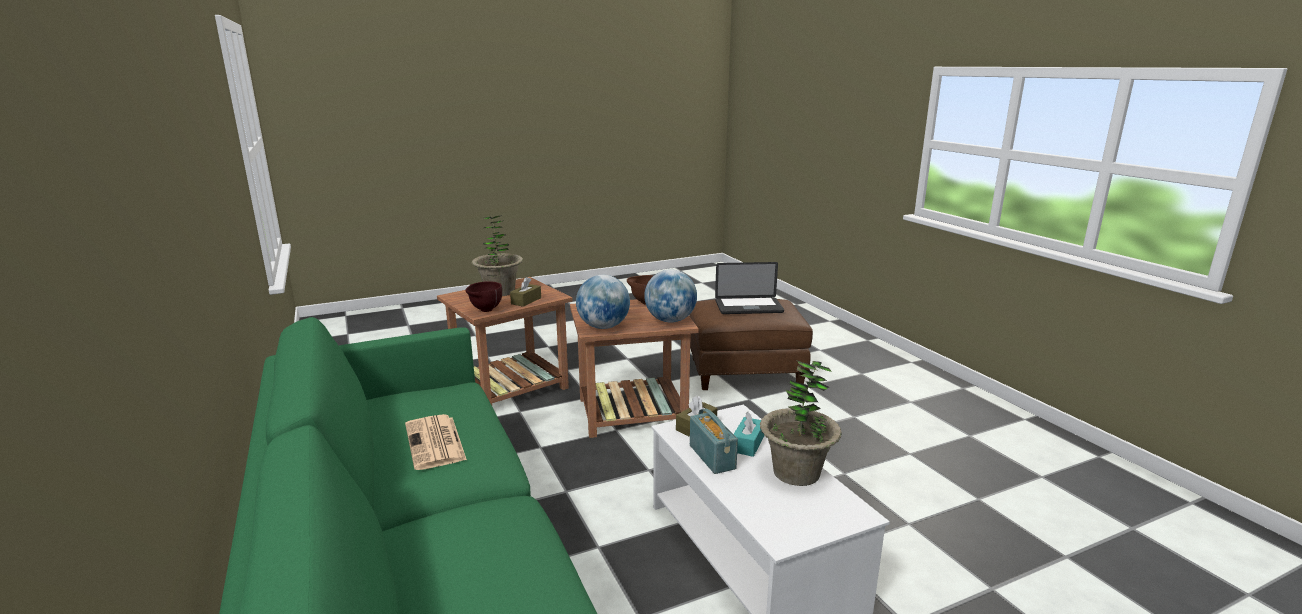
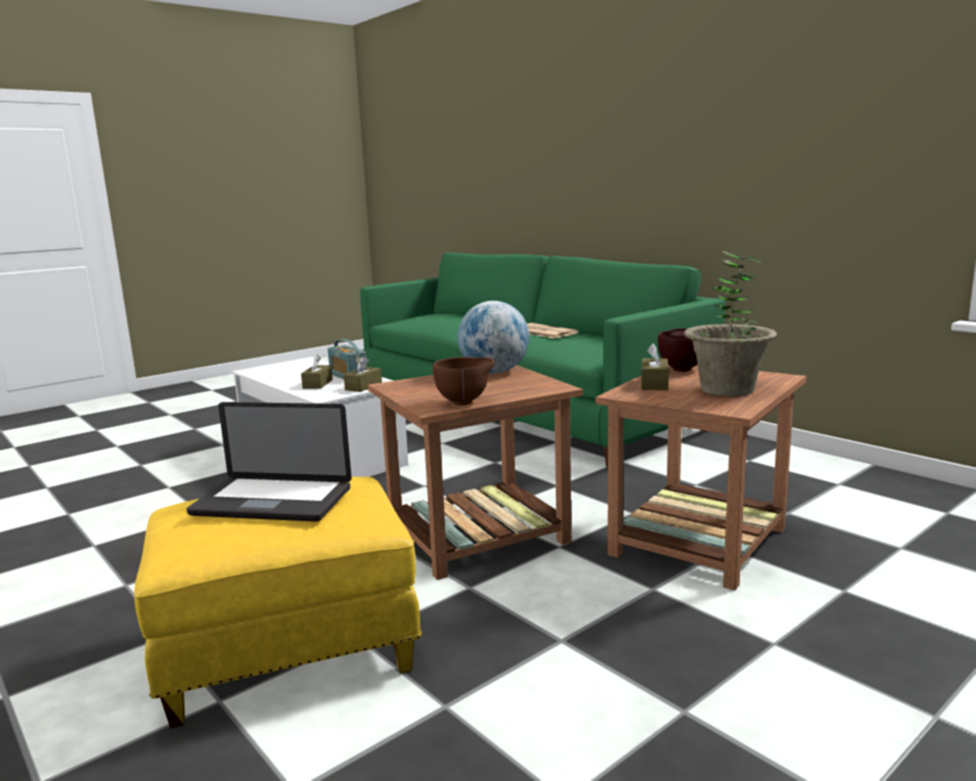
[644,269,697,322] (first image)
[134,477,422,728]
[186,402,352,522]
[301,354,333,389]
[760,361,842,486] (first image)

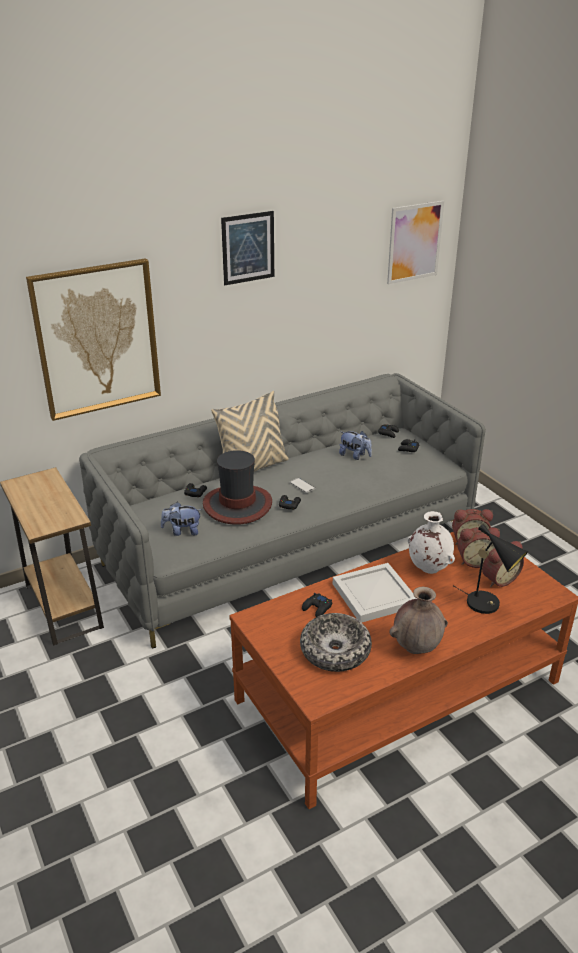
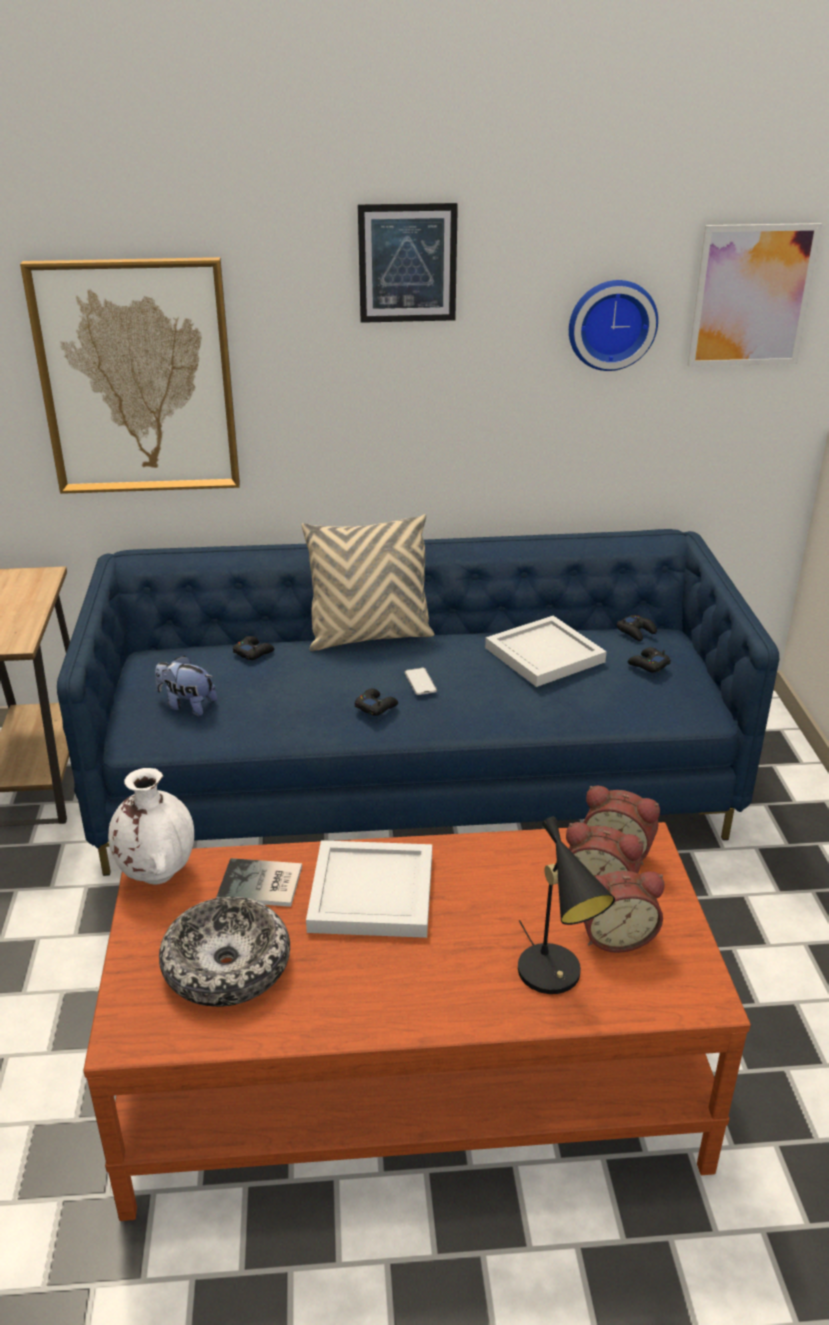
[57,529,779,876]
[203,450,272,525] (first image)
[216,858,302,907]
[485,616,607,687]
[389,587,448,654] (first image)
[108,768,194,885]
[569,280,658,371]

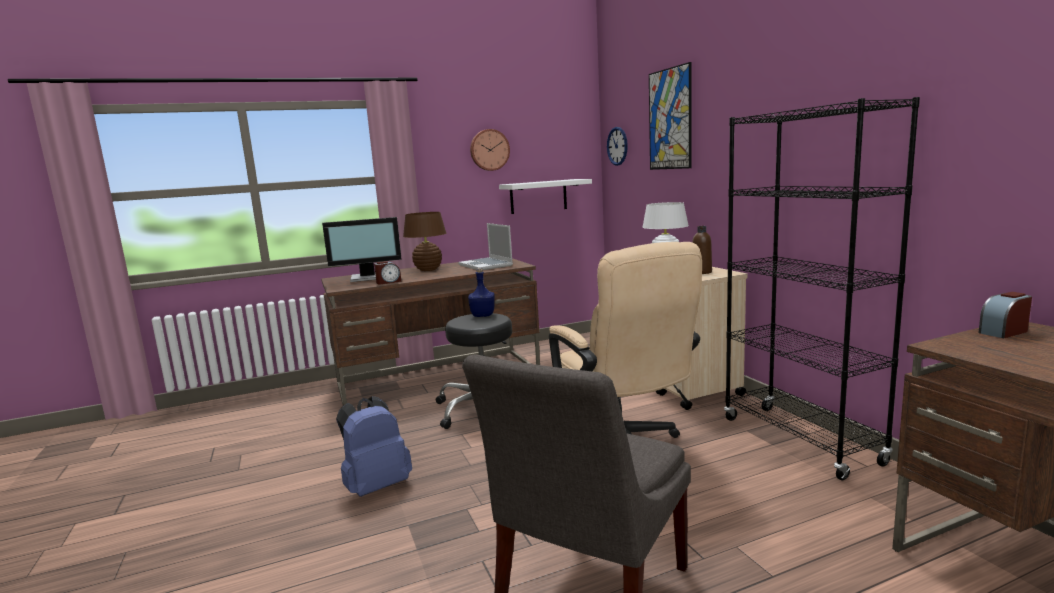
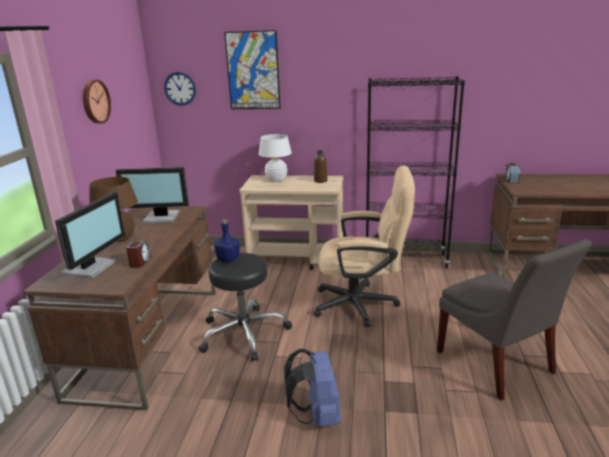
[116,167,189,223]
[499,179,592,214] (first image)

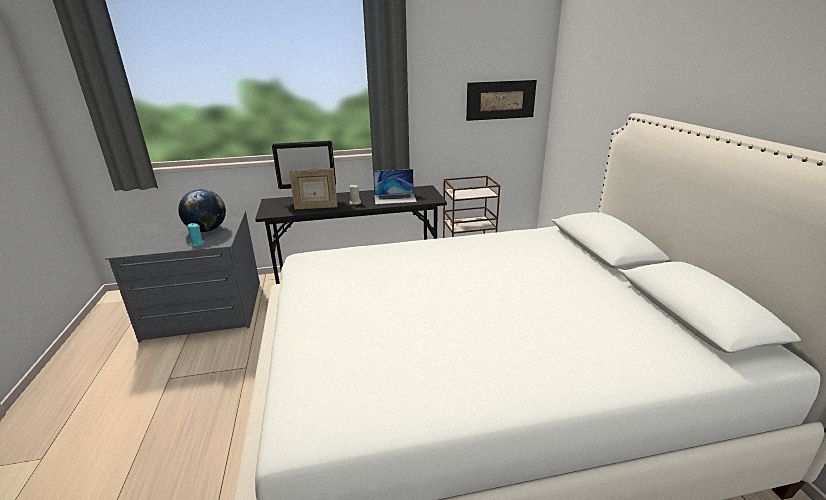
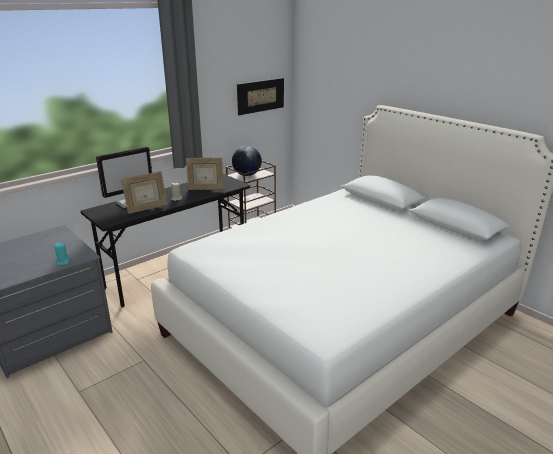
[232,146,262,176]
[186,158,224,190]

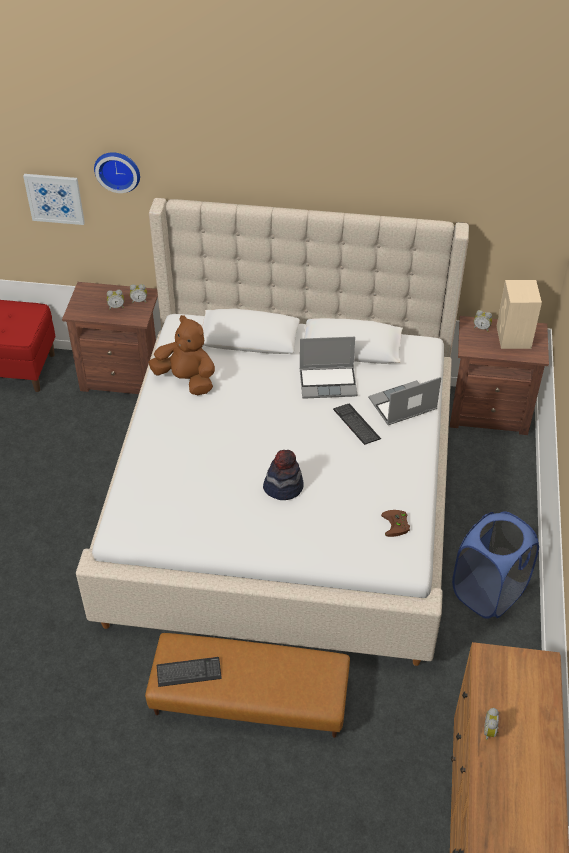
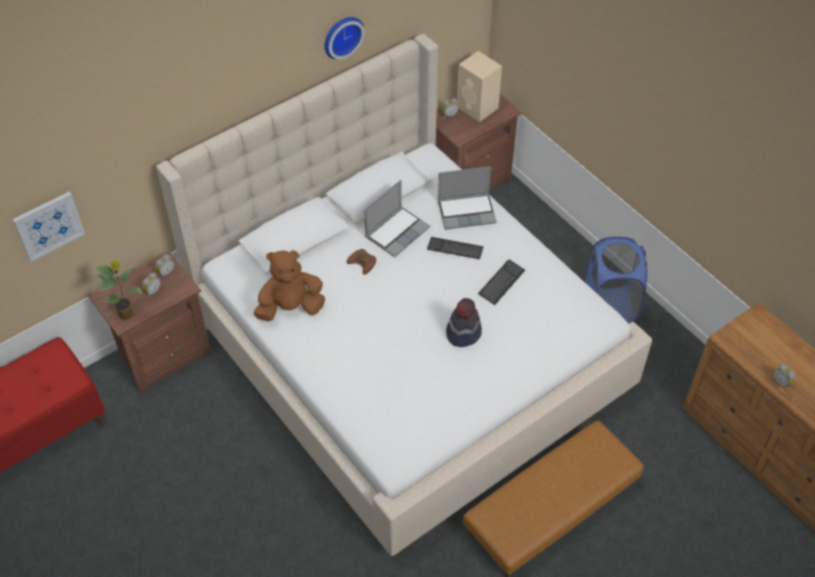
[324,17,365,60]
[479,259,525,305]
[438,166,497,230]
[347,249,377,275]
[95,260,143,320]

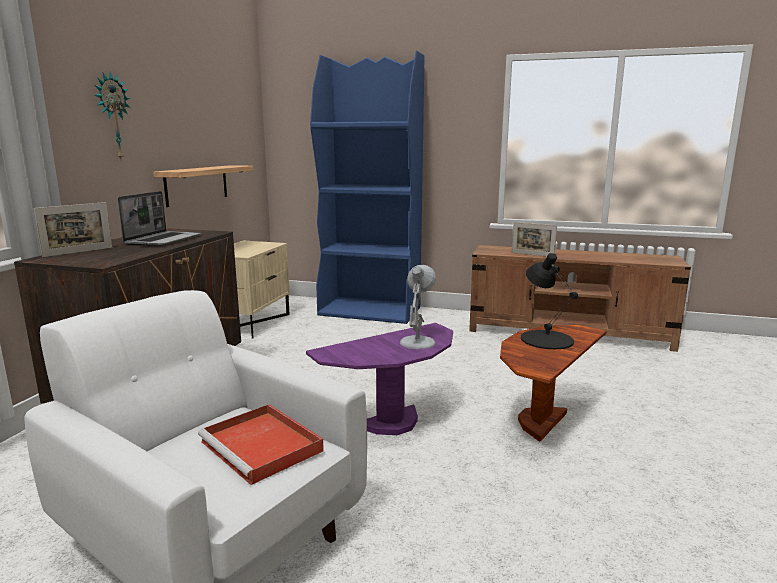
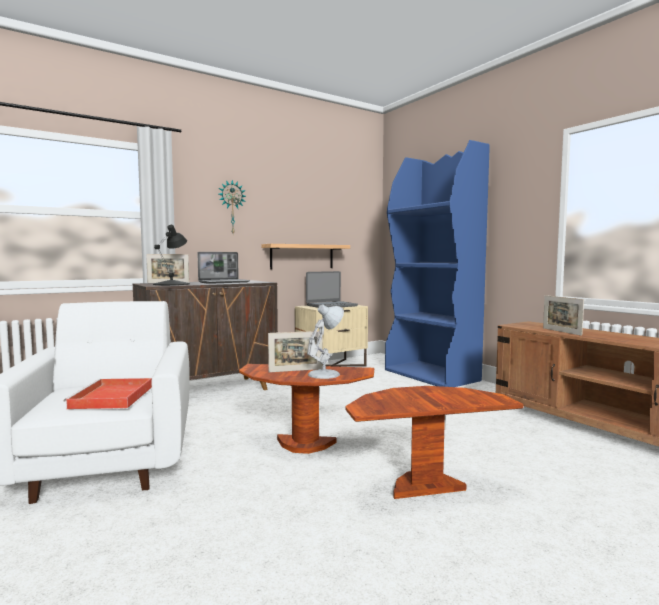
[239,364,374,454]
[153,225,190,285]
[268,331,323,372]
[306,271,358,308]

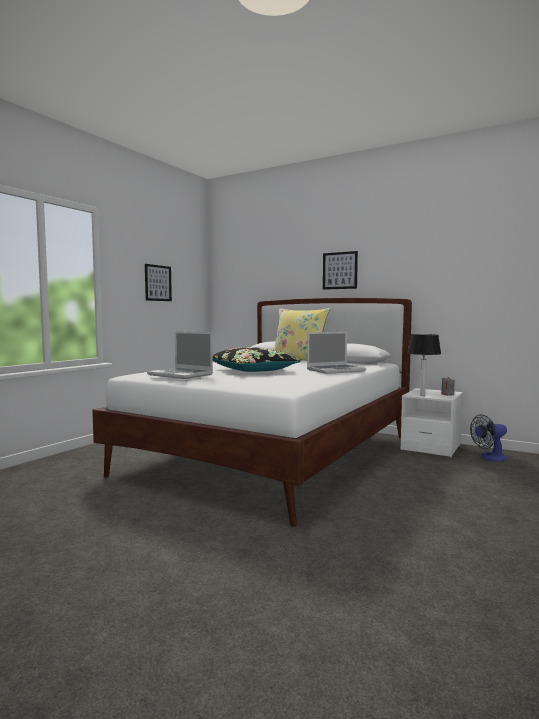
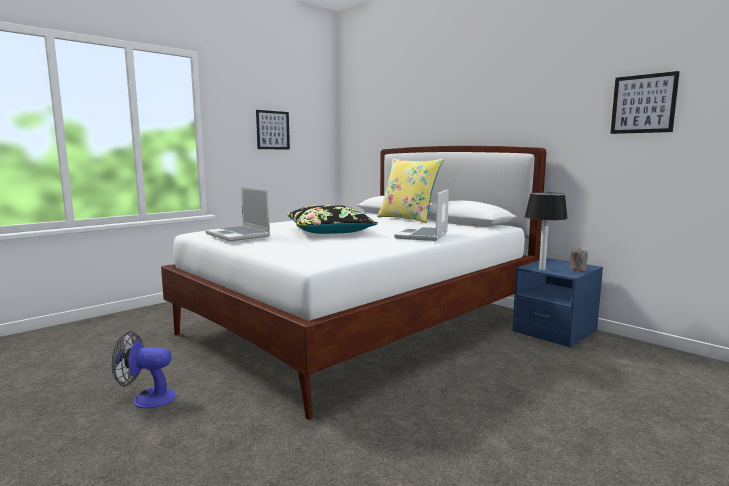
[394,189,449,241]
[610,71,680,134]
[512,258,603,348]
[112,331,176,408]

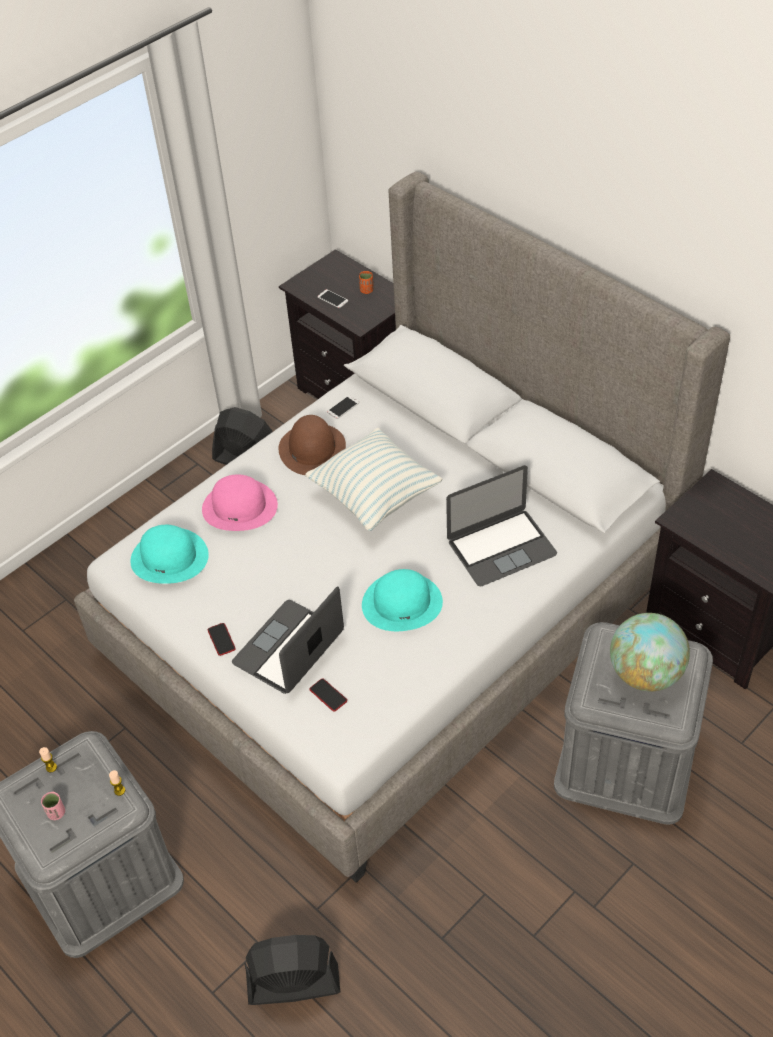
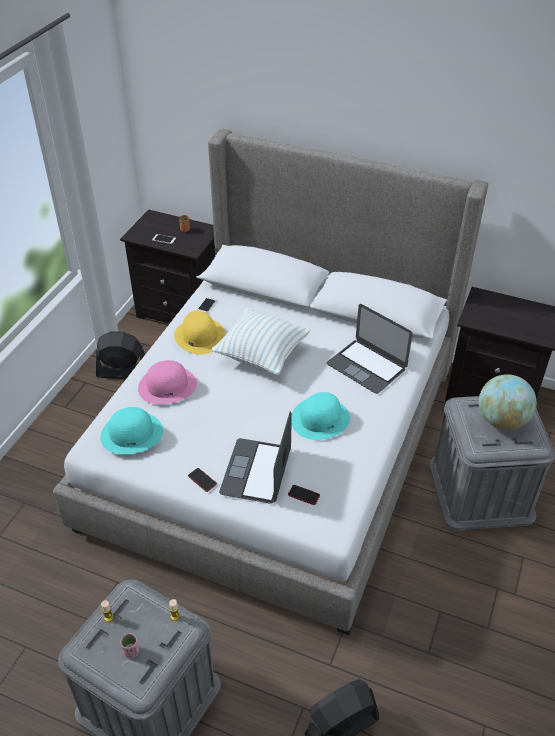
[174,311,225,354]
[327,304,412,394]

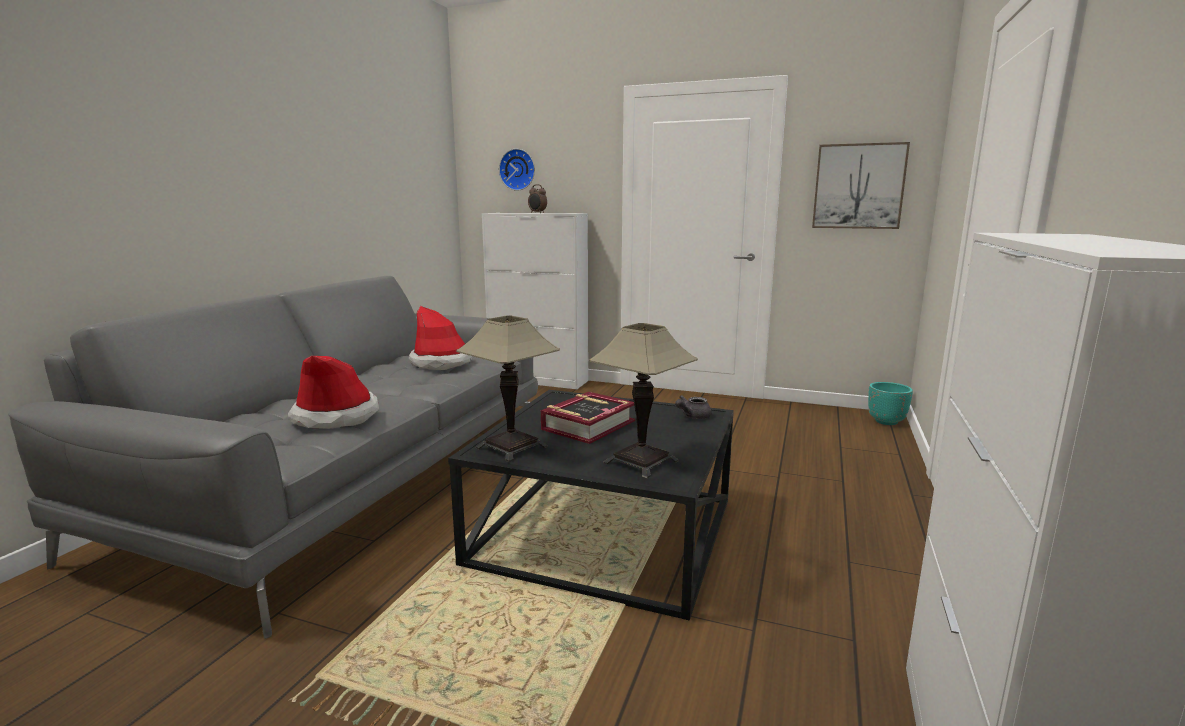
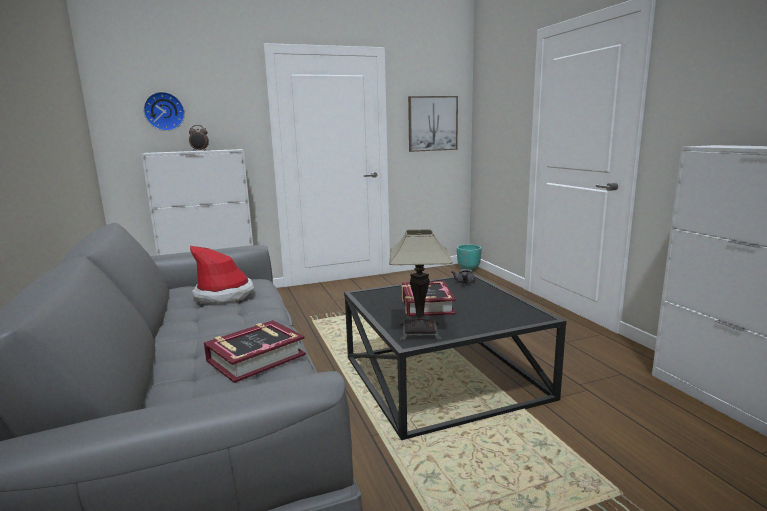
[204,320,306,383]
[589,323,698,478] (first image)

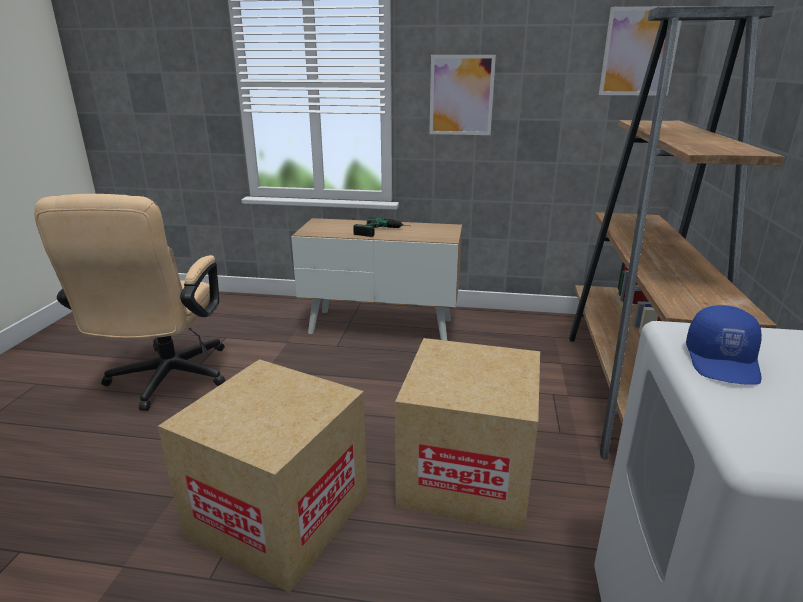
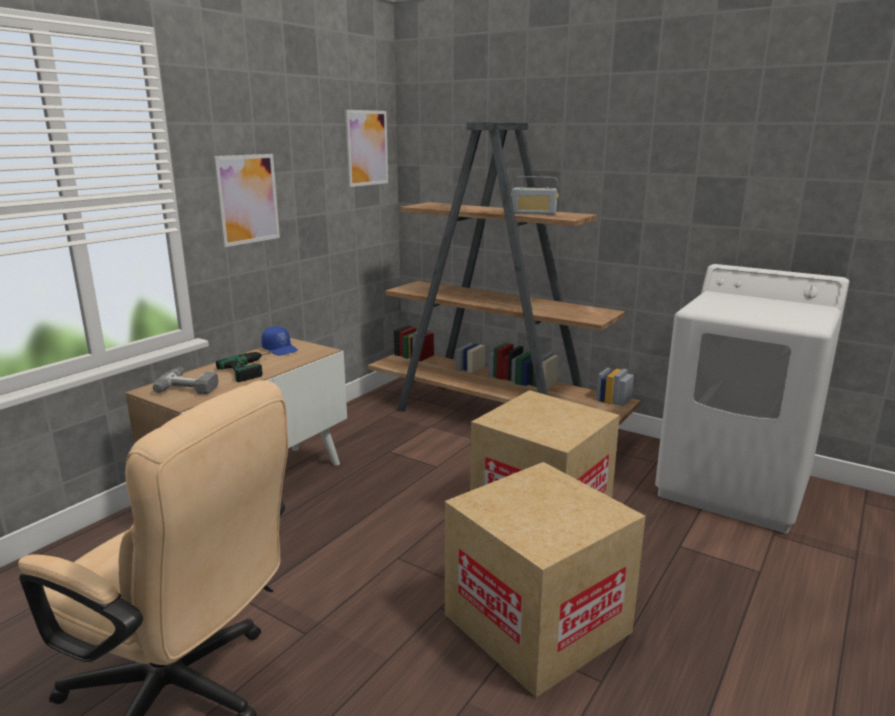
[261,326,298,356]
[153,367,219,394]
[511,176,559,215]

